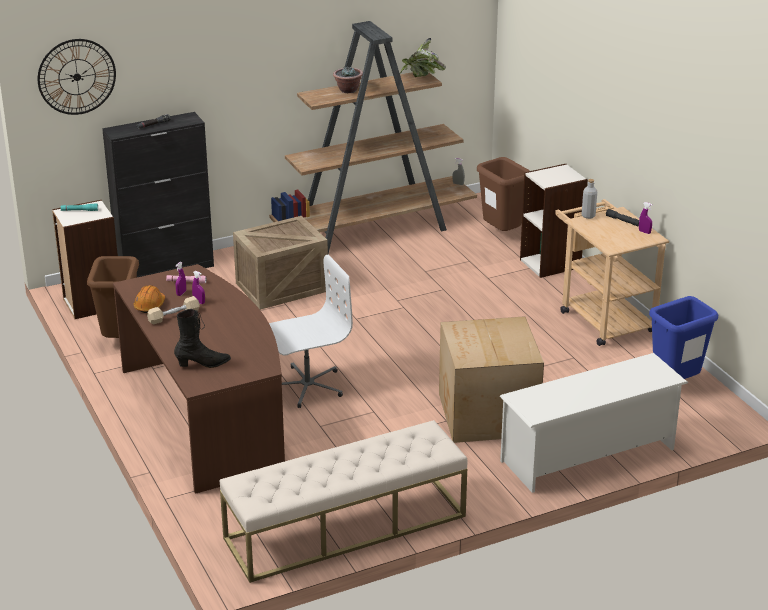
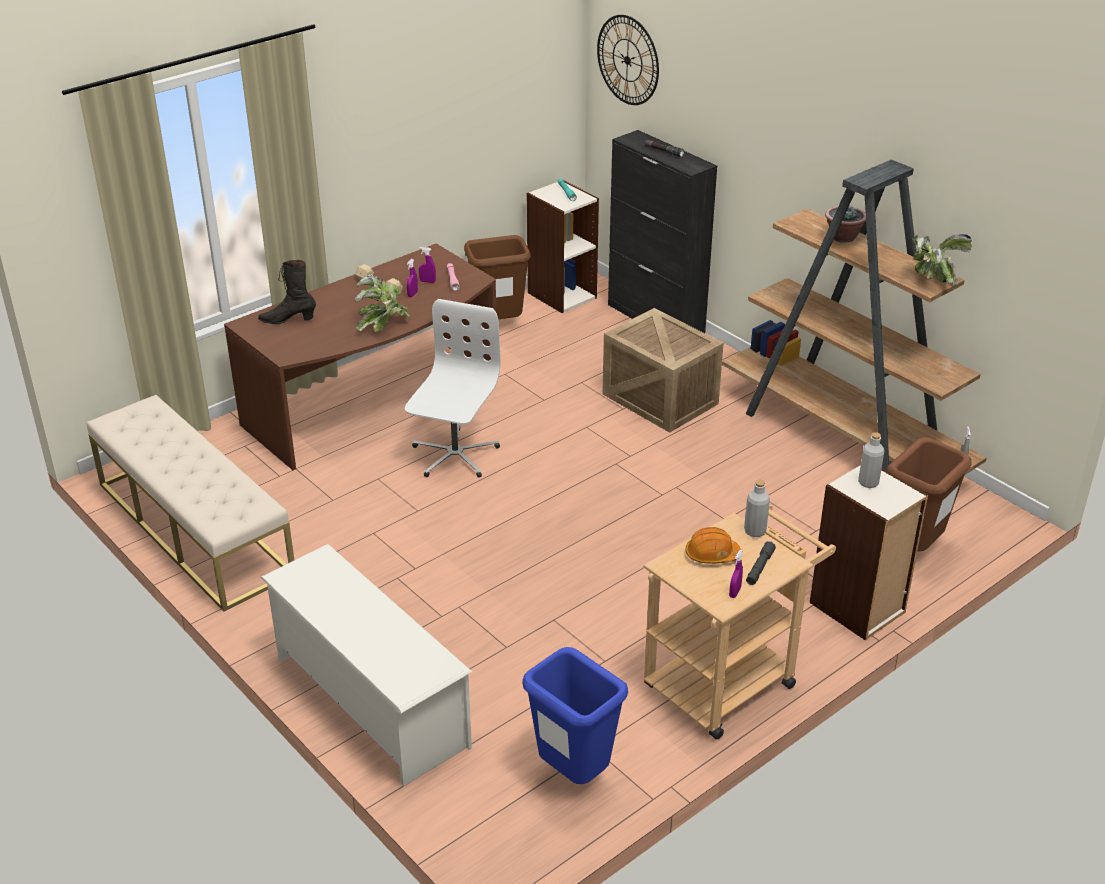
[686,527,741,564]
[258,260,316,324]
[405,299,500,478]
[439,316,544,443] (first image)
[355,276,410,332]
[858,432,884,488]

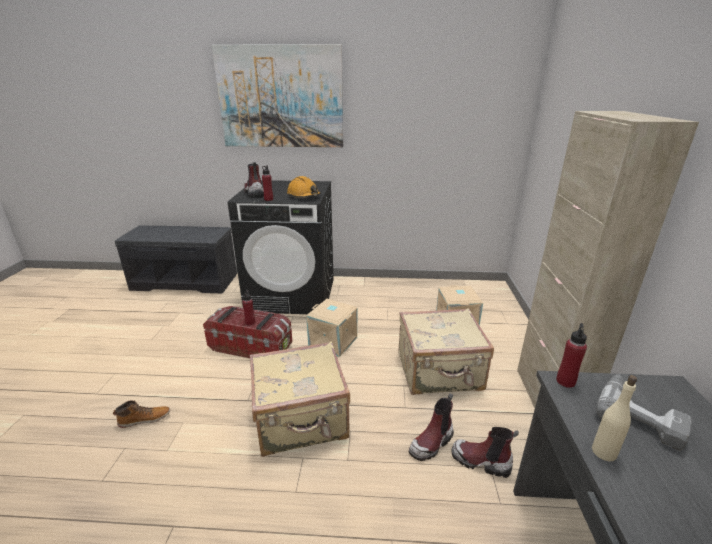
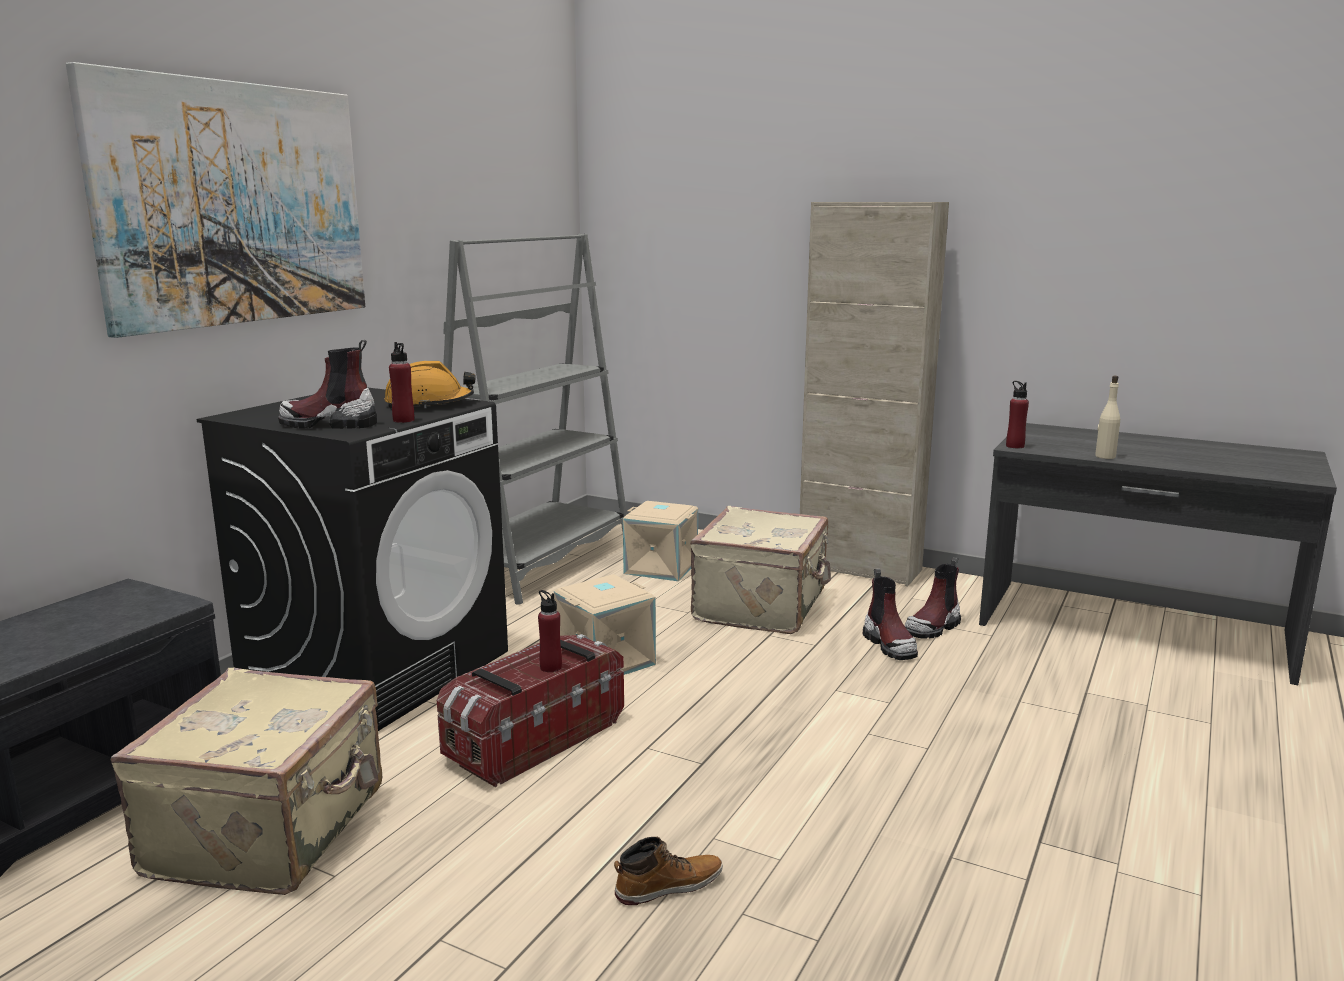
[614,837,723,905]
[111,668,382,895]
[596,374,692,451] (first image)
[443,234,627,605]

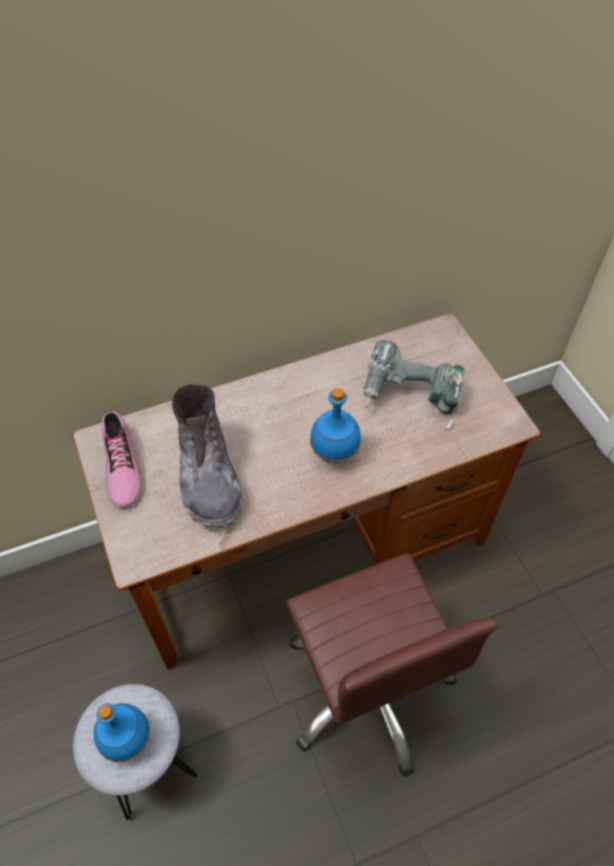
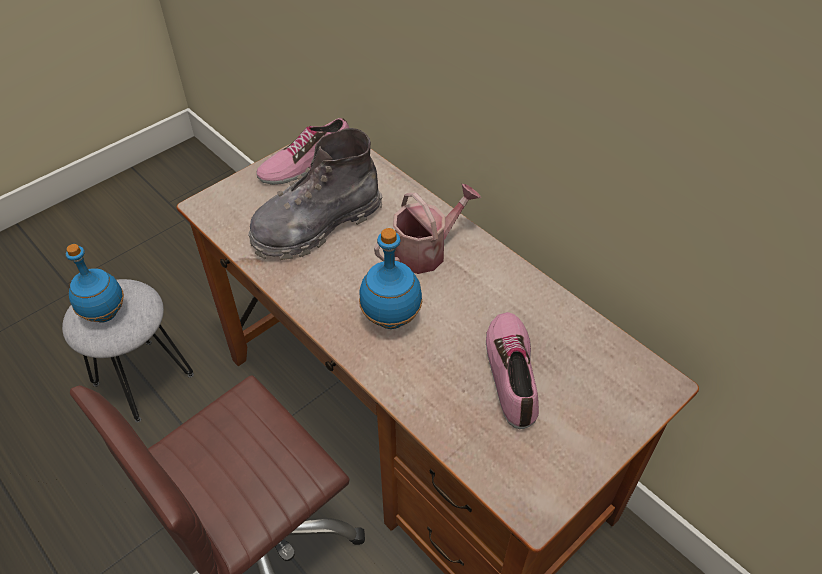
[486,312,539,429]
[374,184,481,274]

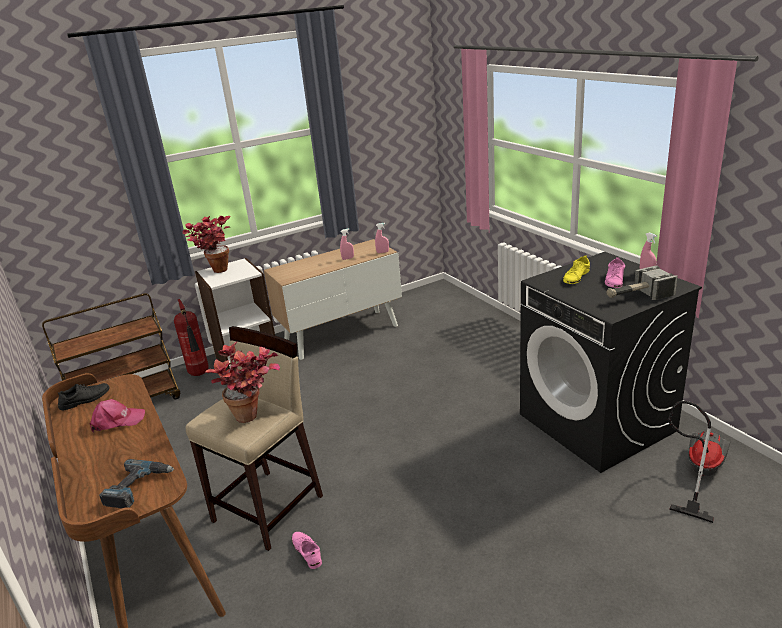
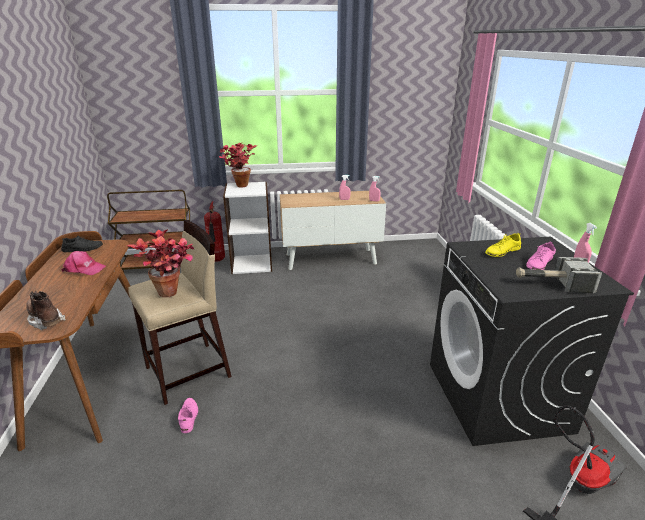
[26,291,66,330]

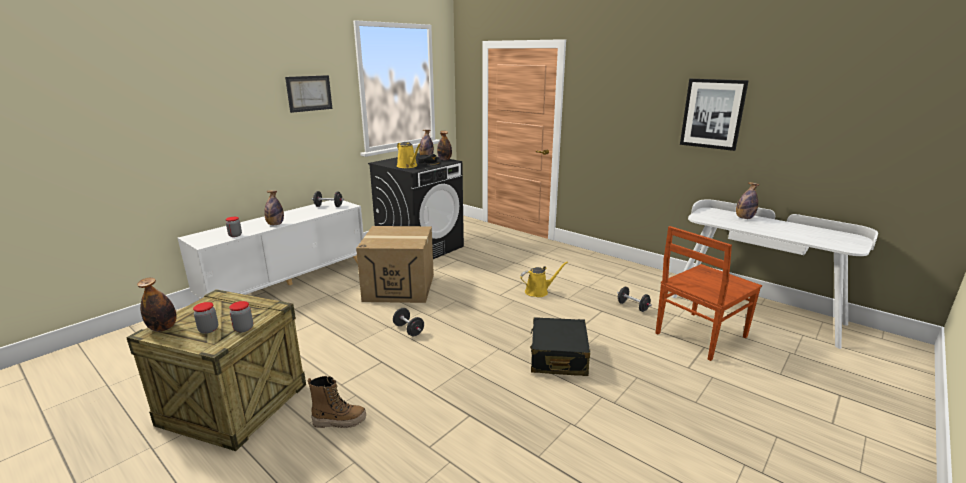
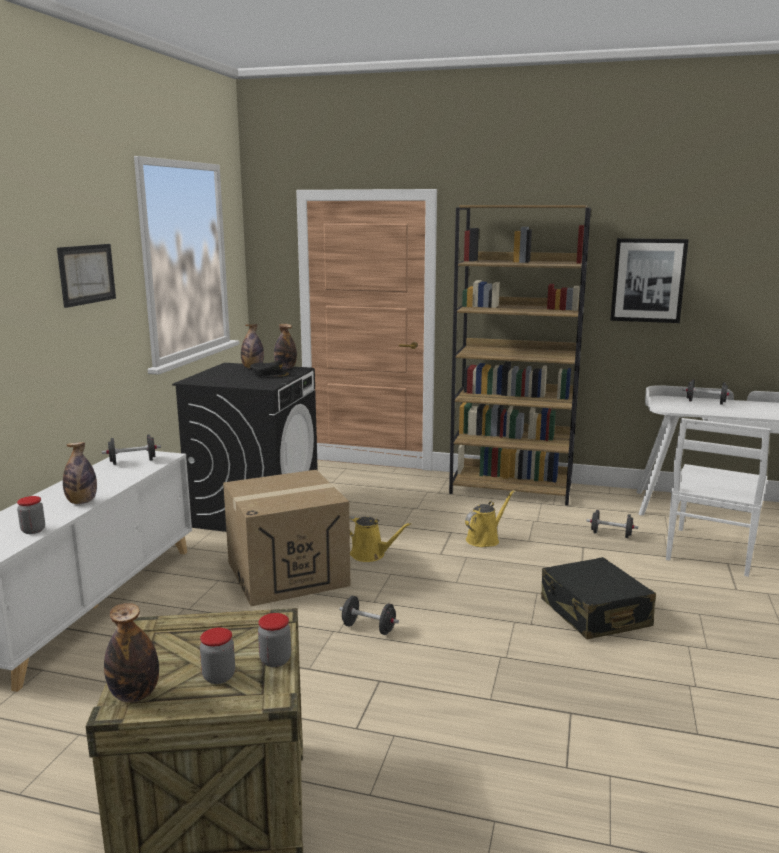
[308,376,366,428] (first image)
[349,516,411,562]
[666,418,770,577]
[682,379,733,405]
[449,205,591,506]

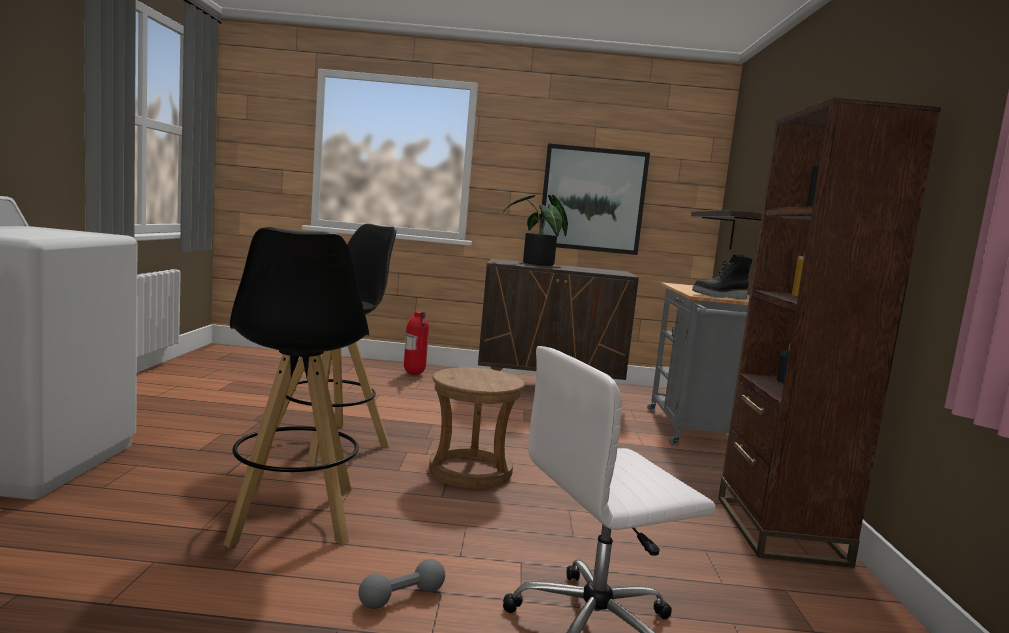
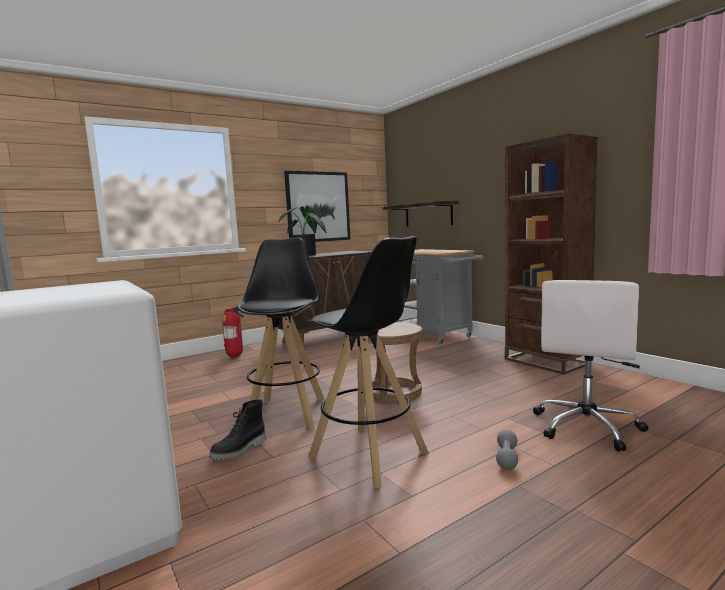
[209,399,266,460]

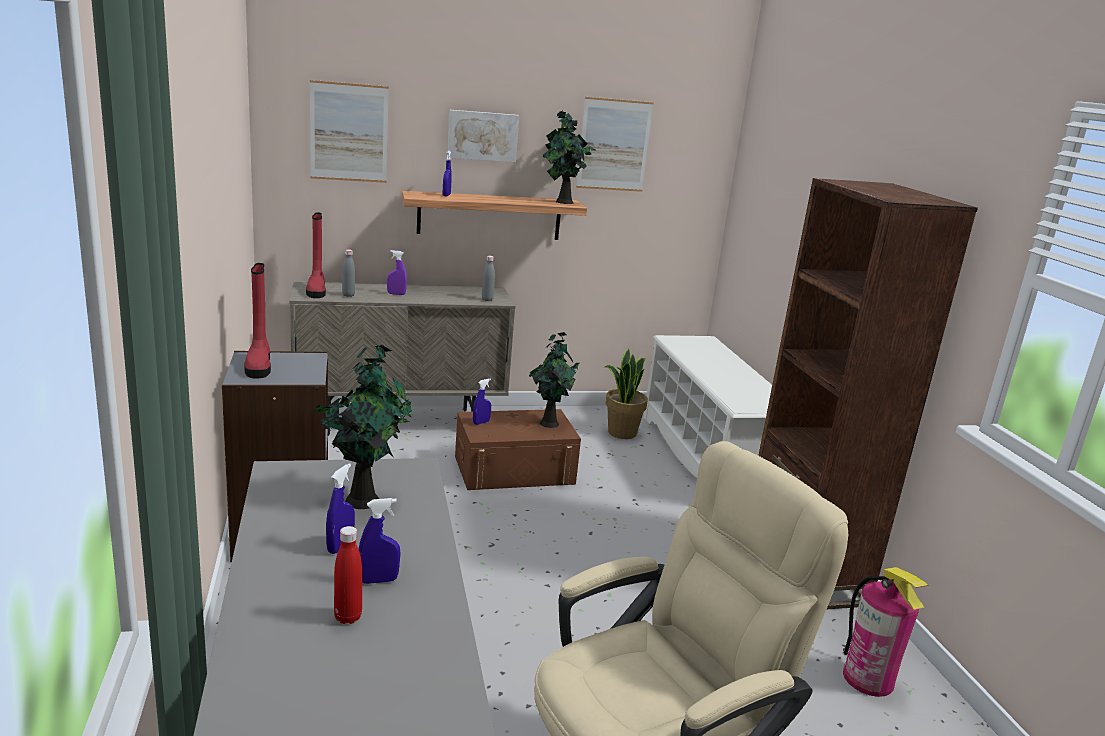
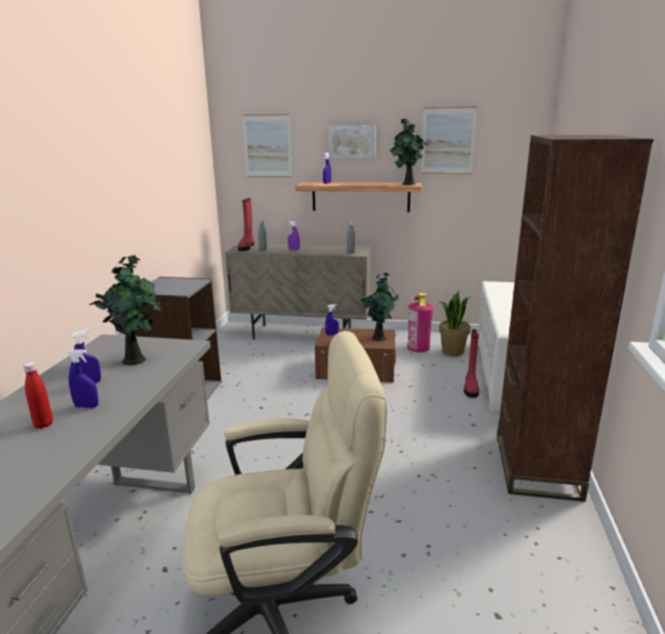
[464,329,479,398]
[408,293,433,352]

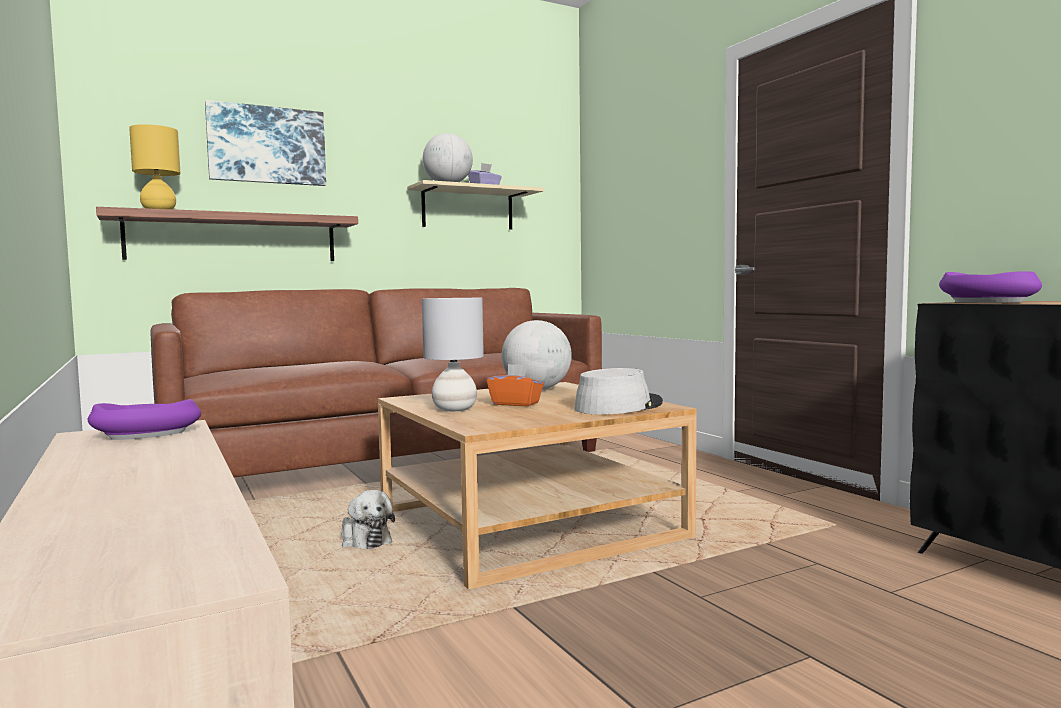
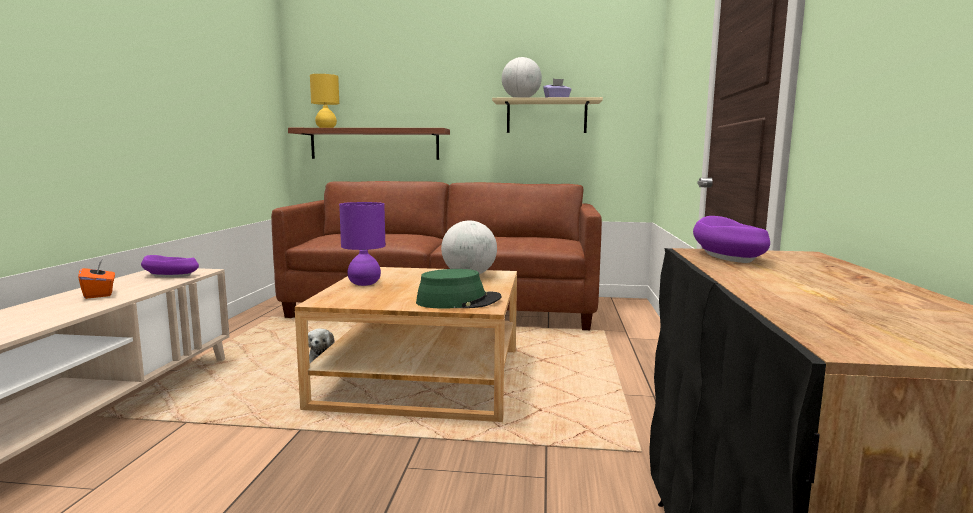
[205,100,326,186] (first image)
[339,202,385,286]
[78,260,115,299]
[416,269,501,308]

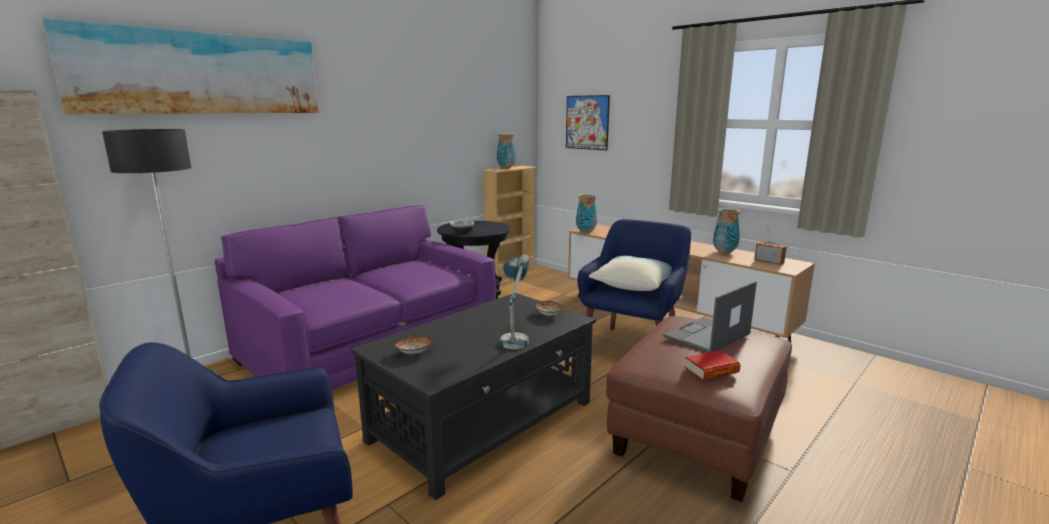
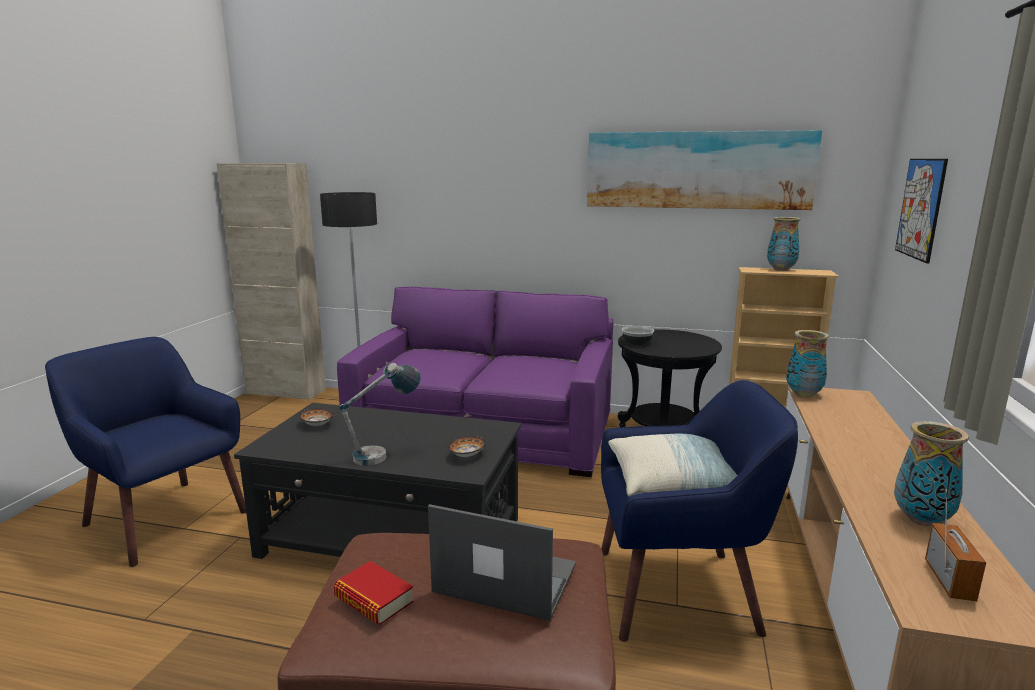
[587,130,822,210]

